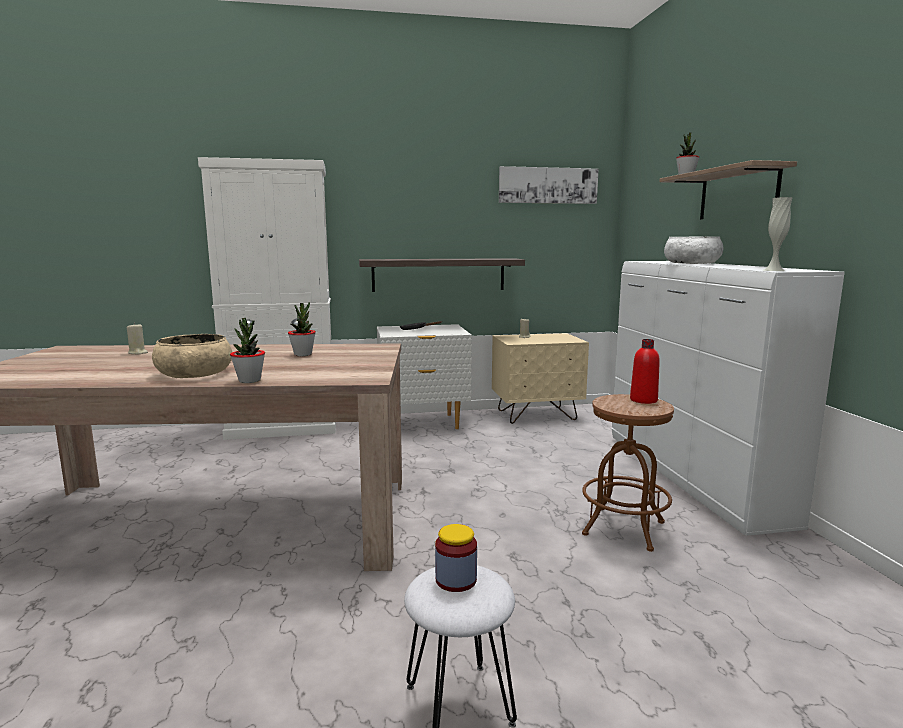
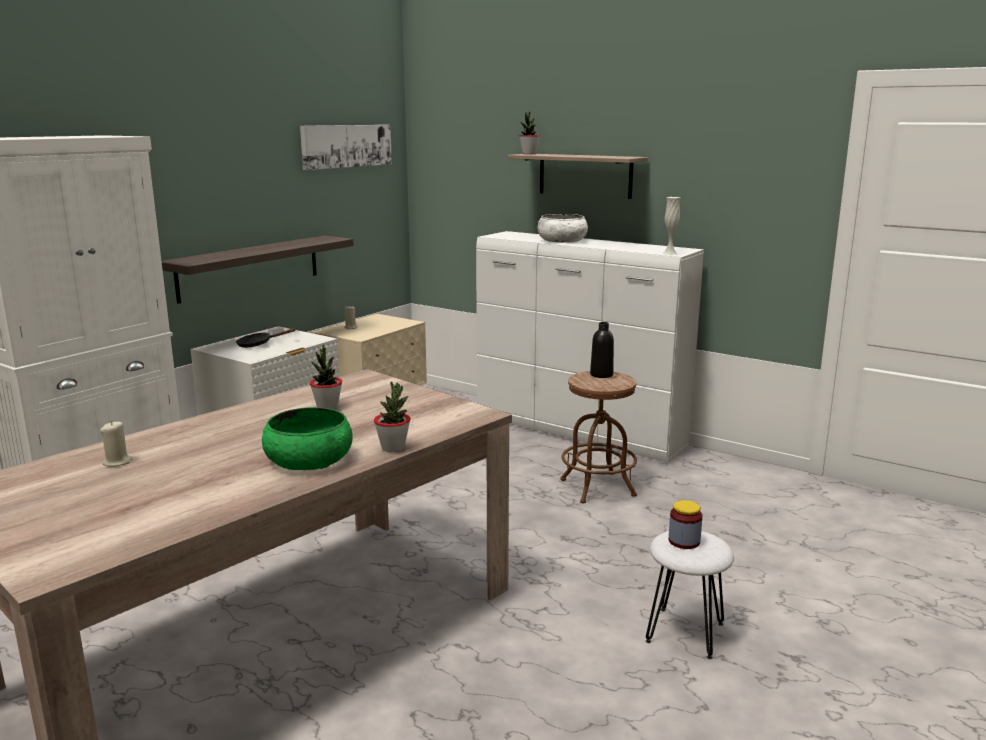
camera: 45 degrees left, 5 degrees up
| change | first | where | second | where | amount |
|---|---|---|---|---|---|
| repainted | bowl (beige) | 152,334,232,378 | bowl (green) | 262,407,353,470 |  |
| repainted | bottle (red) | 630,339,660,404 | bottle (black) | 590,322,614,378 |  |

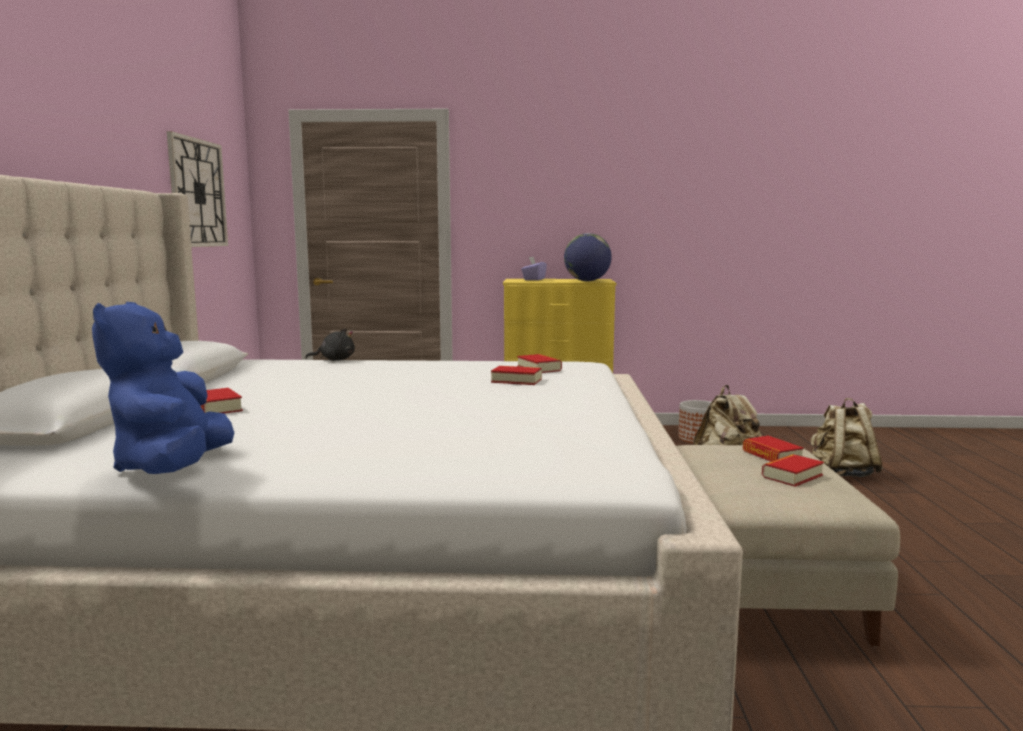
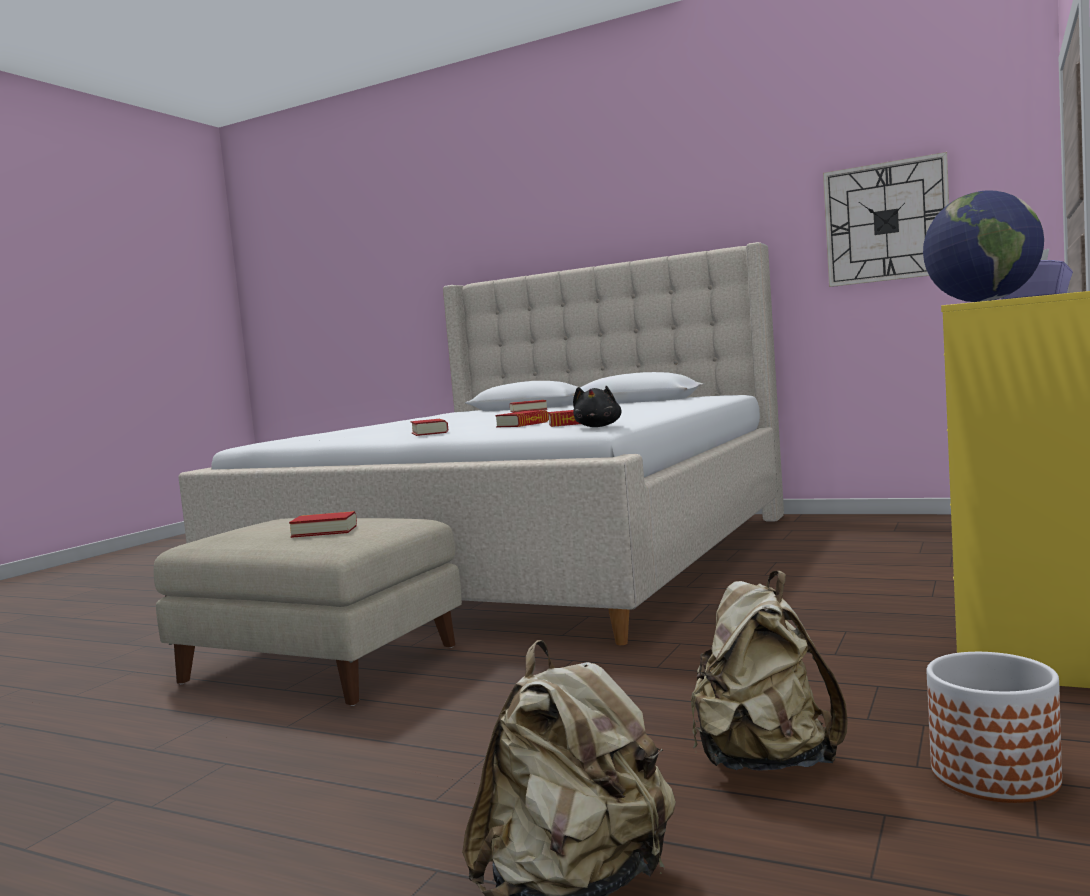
camera: 115 degrees right, 5 degrees down
| change | first | where | second | where | amount |
|---|---|---|---|---|---|
| gone | plush toy (blue) | 92,302,234,474 |  |  |  |
| shifted | plush toy (black) | 305,329,355,361 |  | 573,386,622,427 |  |
| shifted | book | 762,454,824,487 |  | 411,419,448,436 |  |

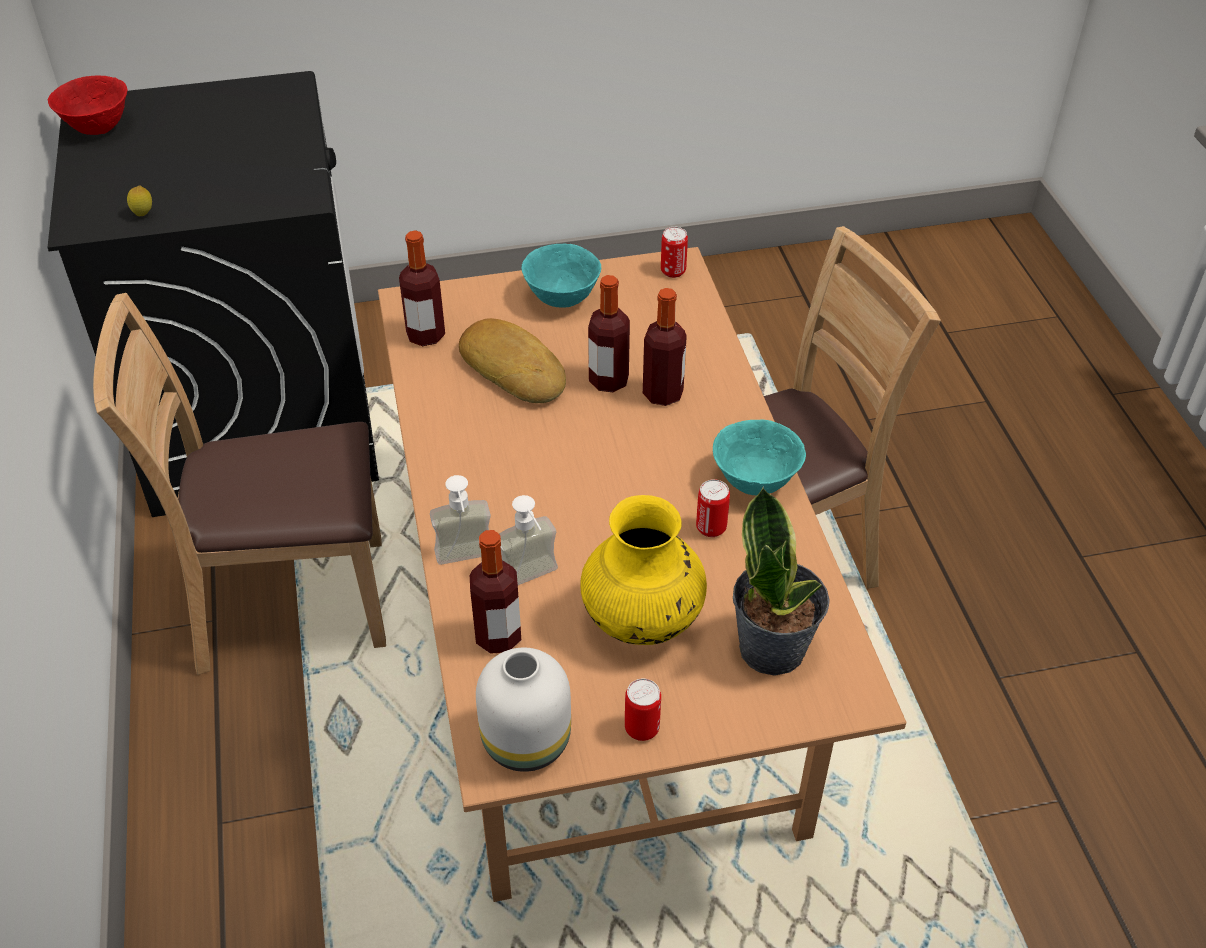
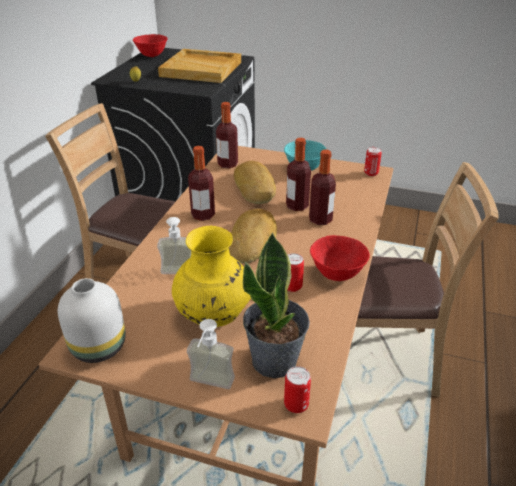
camera: 30 degrees right, 10 degrees down
| change | first | where | second | where | amount |
|---|---|---|---|---|---|
| repainted | bowl (turquoise) | 713,420,806,495 | bowl (red) | 310,235,370,281 |  |
| shifted | soap dispenser | 430,475,491,565 |  | 187,319,235,389 |  |
| shifted | bottle | 470,530,521,654 |  | 188,146,215,221 |  |
| shifted | can | 625,679,661,741 |  | 284,366,311,413 |  |
| new |  |  | tray (beige) | 158,49,241,83 |  |
| new |  |  | bread | 229,209,277,263 |  |

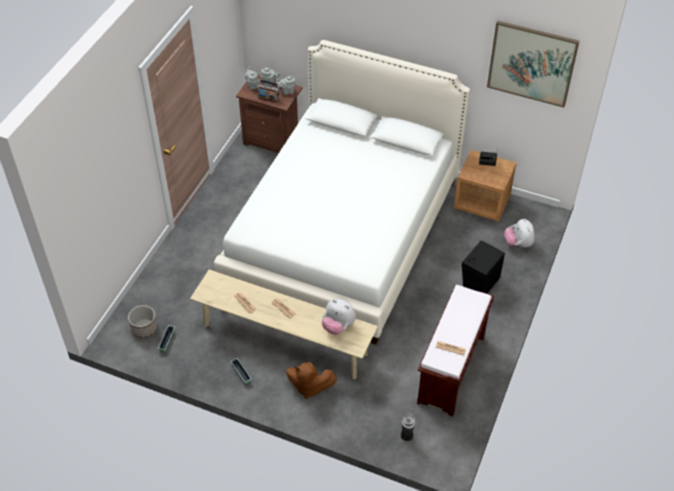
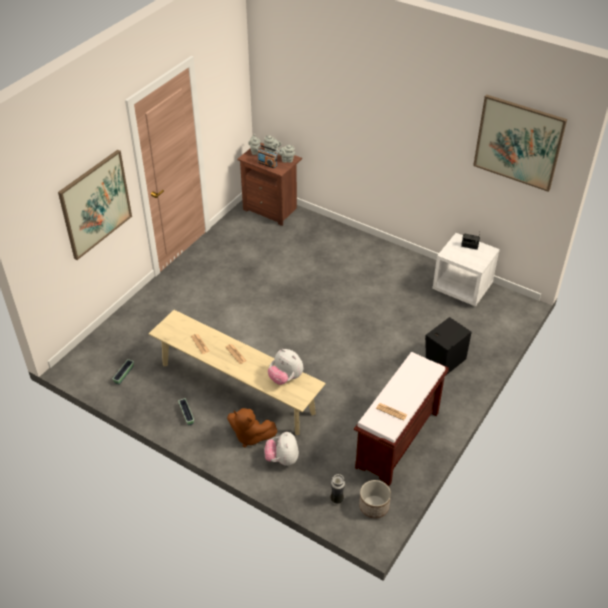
camera: 10 degrees right, 5 degrees down
| change | first | where | second | where | amount |
|---|---|---|---|---|---|
| gone | bed (white) | 214,40,470,345 |  |  |  |
| repainted | nightstand (brown) | 454,150,517,221 | nightstand (white) | 432,233,500,306 |  |
| shifted | plush toy | 504,218,535,247 |  | 265,432,299,466 |  |
| shifted | planter | 128,305,158,338 |  | 359,480,391,518 |  |
| new |  |  | picture | 58,150,132,260 |  |

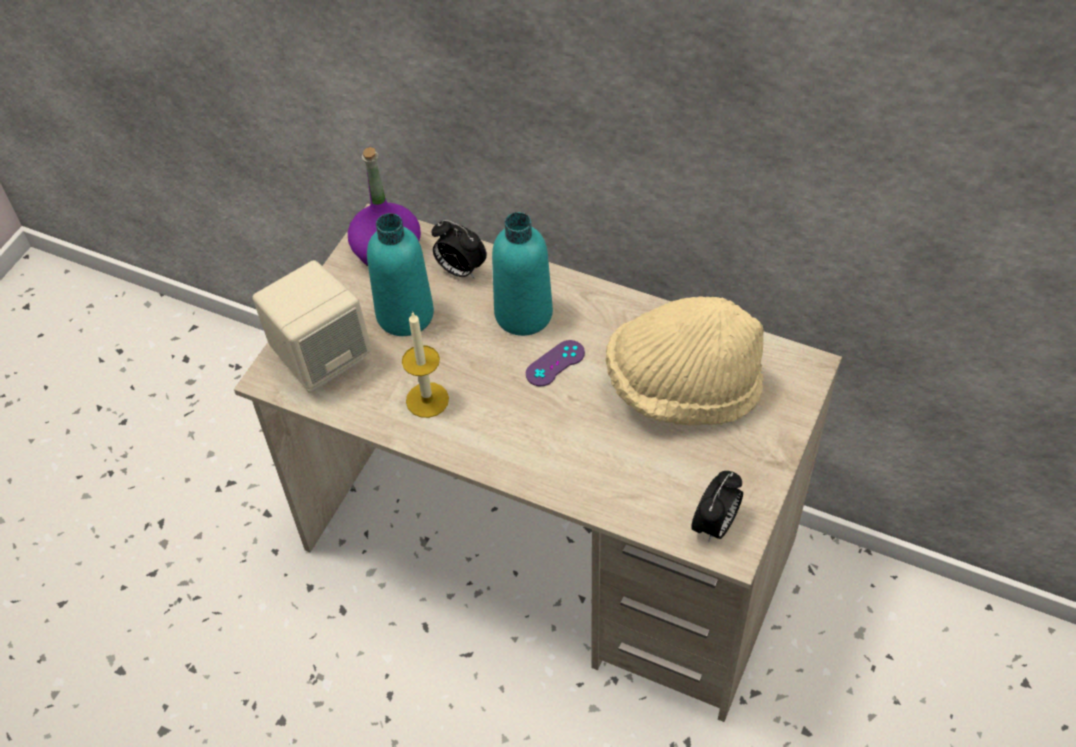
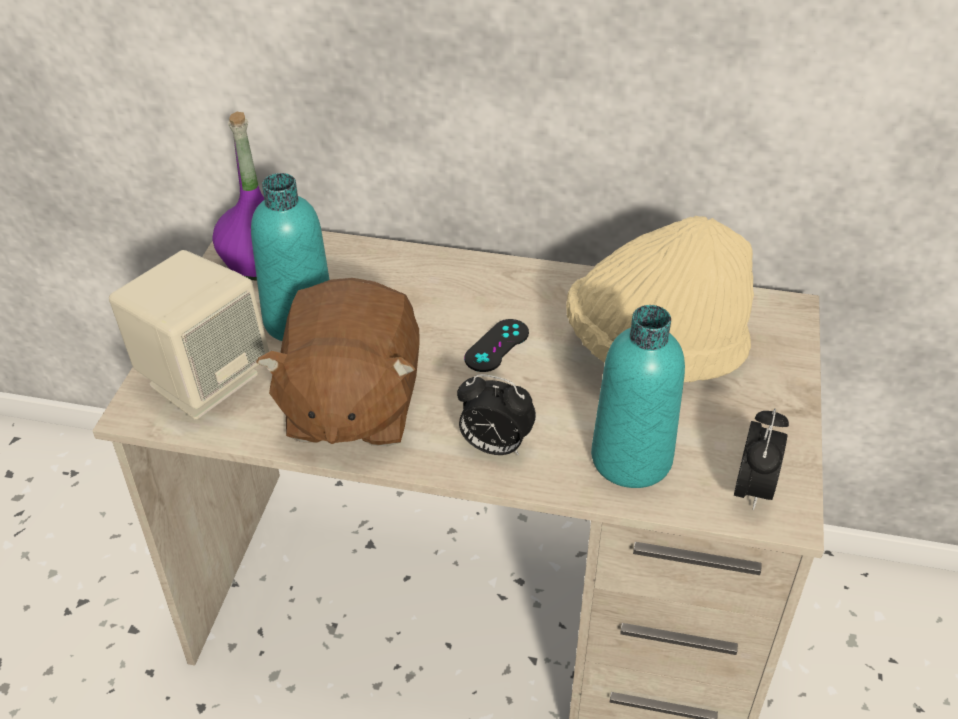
camera: 15 degrees left, 10 degrees down
| change | first | where | second | where | amount |
|---|---|---|---|---|---|
| shifted | bottle (turquoise) | 492,212,553,336 |  | 591,305,685,488 |  |
| shifted | alarm clock | 432,220,487,279 |  | 457,374,536,455 |  |
| swapped | candle | 402,311,449,418 | plush toy (brown) | 256,278,420,446 |  |
| repainted | game controller (purple) | 525,340,585,386 | game controller (black) | 464,319,529,372 |  |

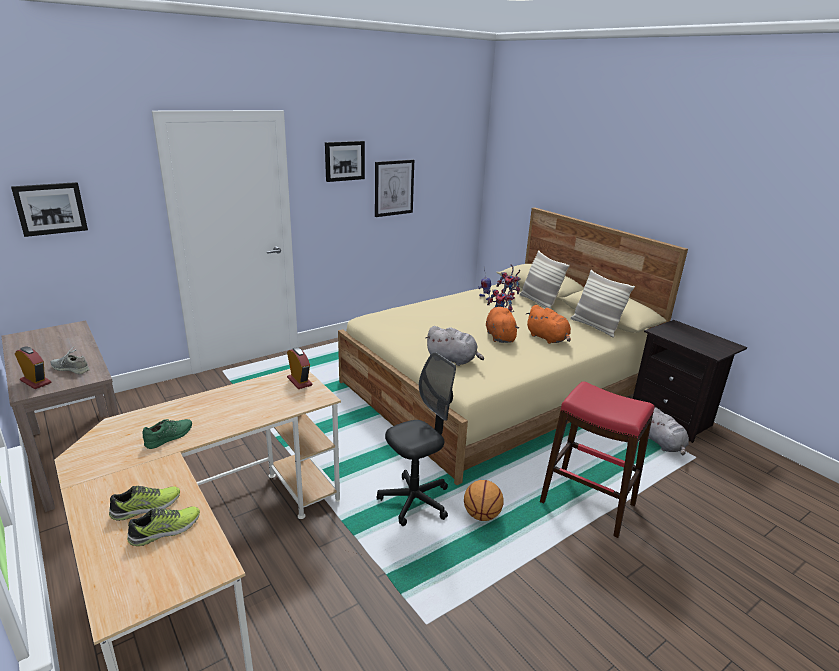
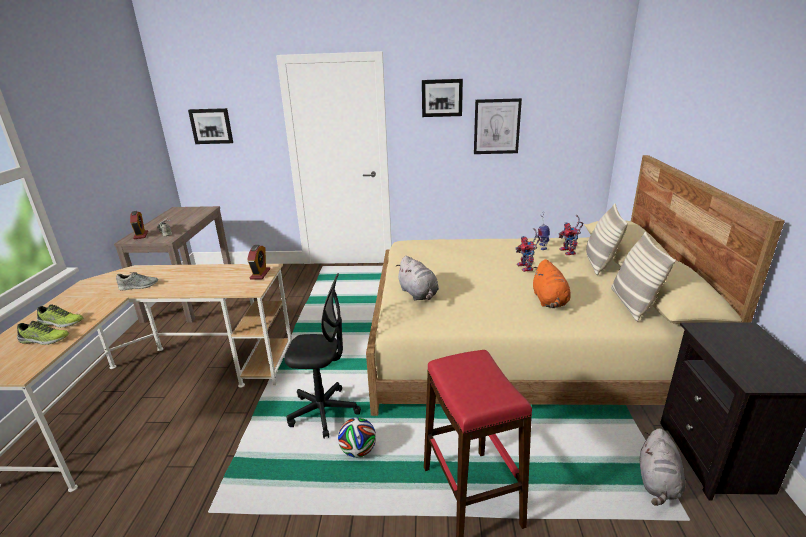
camera: 40 degrees right, 0 degrees up
| change | first | where | second | where | amount |
|---|---|---|---|---|---|
| gone | plush toy (orange) | 486,307,519,343 |  |  |  |
| repainted | shoe (green) | 142,419,192,449 | shoe (grey) | 116,272,158,290 |  |
| swapped | basketball | 464,480,504,521 | football | 338,417,376,458 |  |

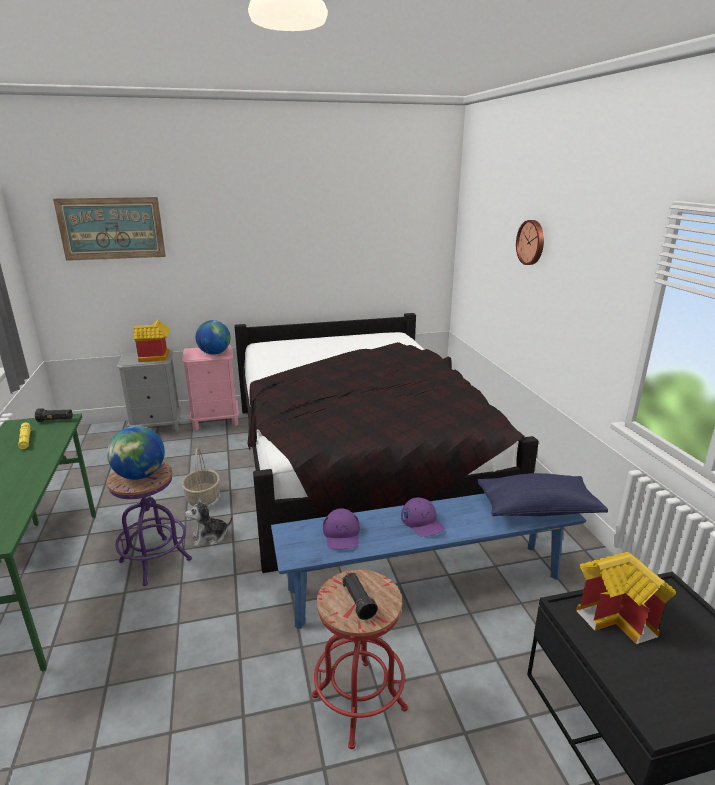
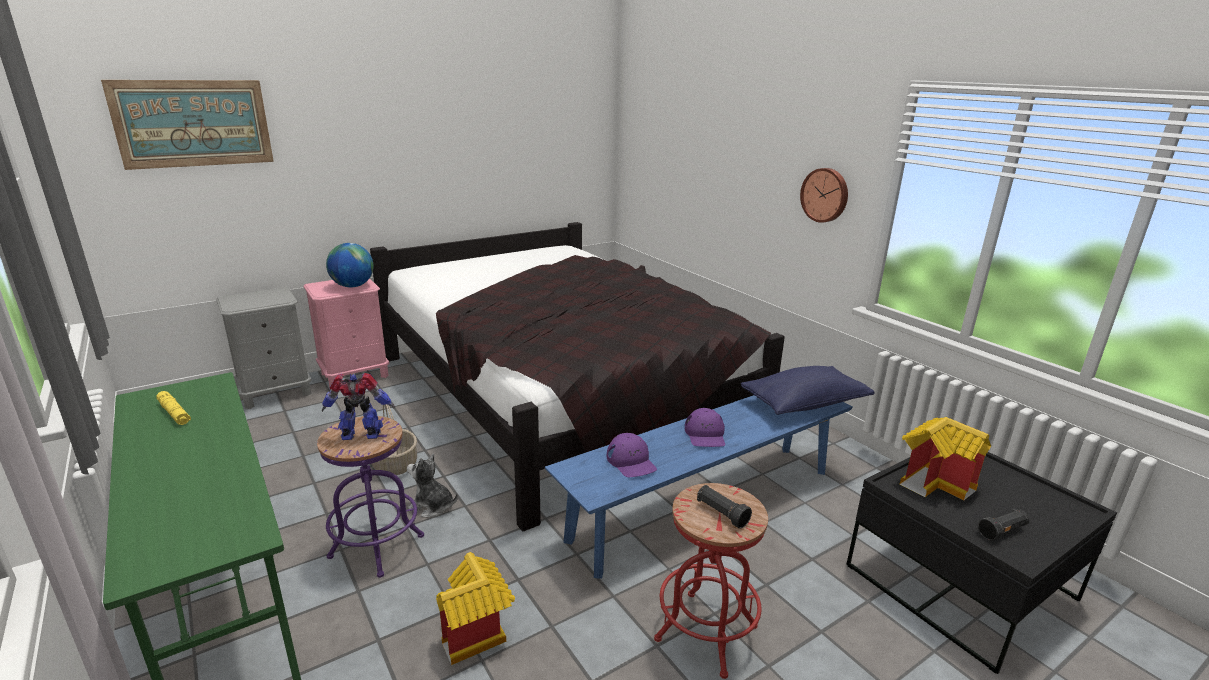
camera: 20 degrees left, 0 degrees up
| change | first | where | second | where | amount |
|---|---|---|---|---|---|
| shifted | wall clock | 516,220,544,265 |  | 800,168,848,223 |  |
| shifted | toy house | 134,320,170,362 |  | 436,552,515,665 |  |
| shifted | flashlight (black) | 35,408,73,422 |  | 978,509,1029,540 |  |
| swapped | globe | 107,426,165,480 | toy robot | 322,373,395,440 |  |
| rotated | plush toy | 185,498,233,547 |  | 407,453,458,518 | 60 degrees clockwise |
| rotated | cap (purple) | 401,498,445,537 |  | 685,408,725,447 | 45 degrees clockwise |

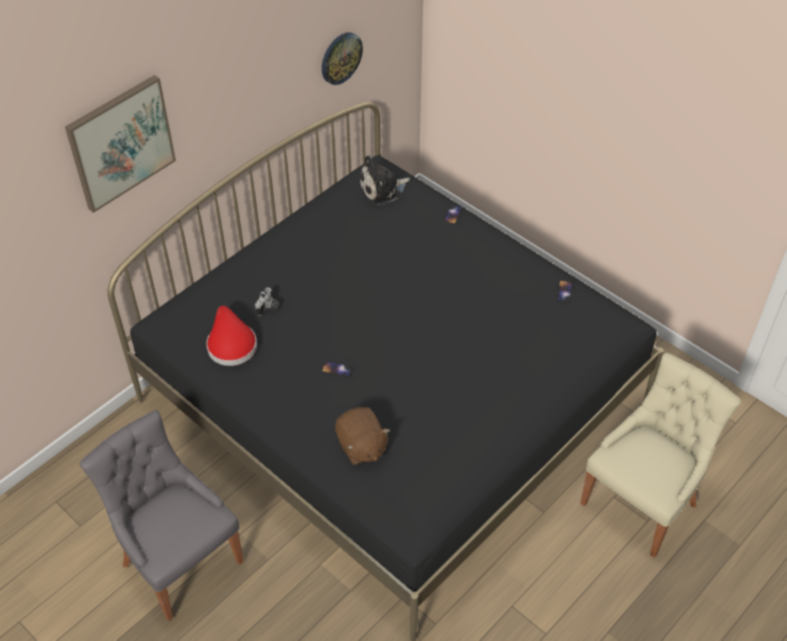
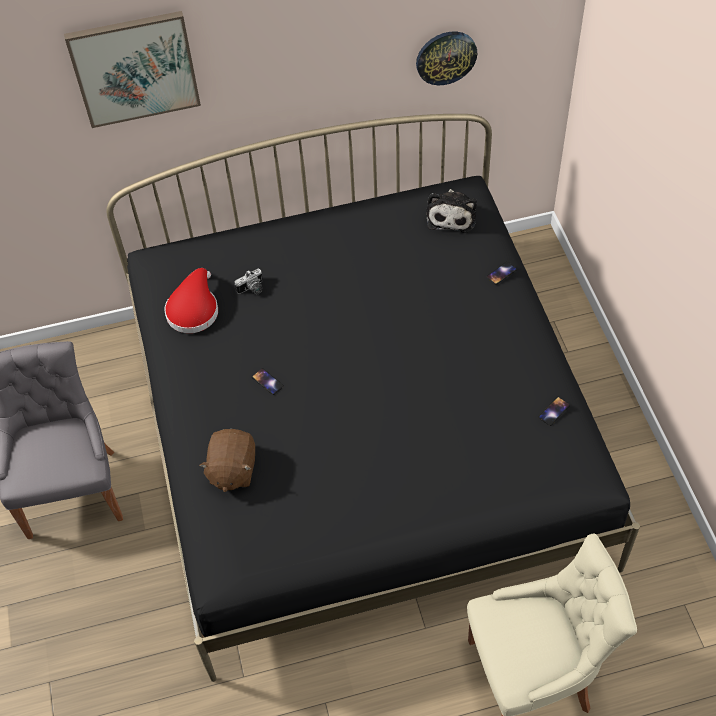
camera: 35 degrees right, 5 degrees up
| change | first | where | second | where | amount |
|---|---|---|---|---|---|
| rotated | plush toy | 358,155,410,205 |  | 426,189,477,233 | 90 degrees counterclockwise |

